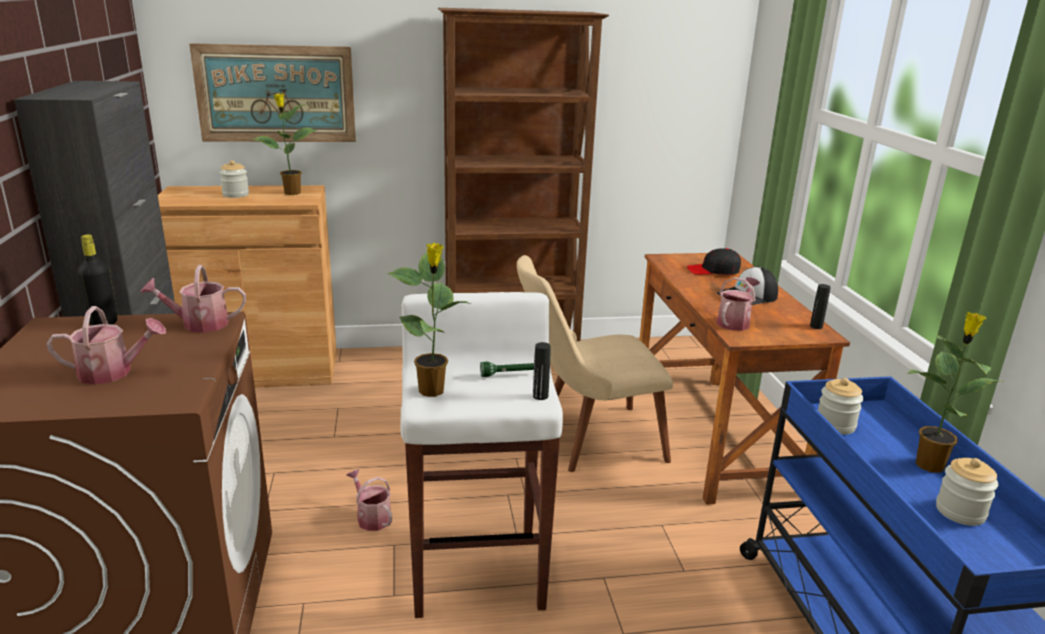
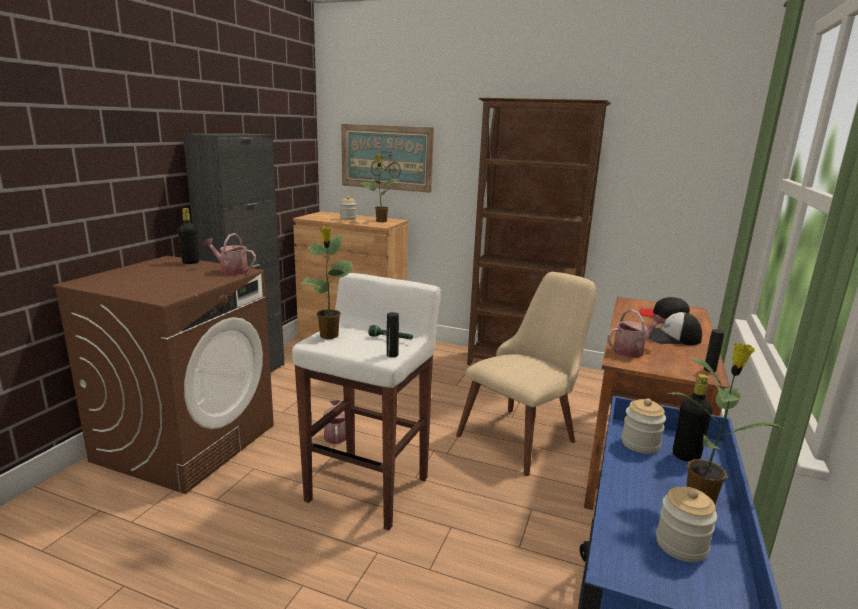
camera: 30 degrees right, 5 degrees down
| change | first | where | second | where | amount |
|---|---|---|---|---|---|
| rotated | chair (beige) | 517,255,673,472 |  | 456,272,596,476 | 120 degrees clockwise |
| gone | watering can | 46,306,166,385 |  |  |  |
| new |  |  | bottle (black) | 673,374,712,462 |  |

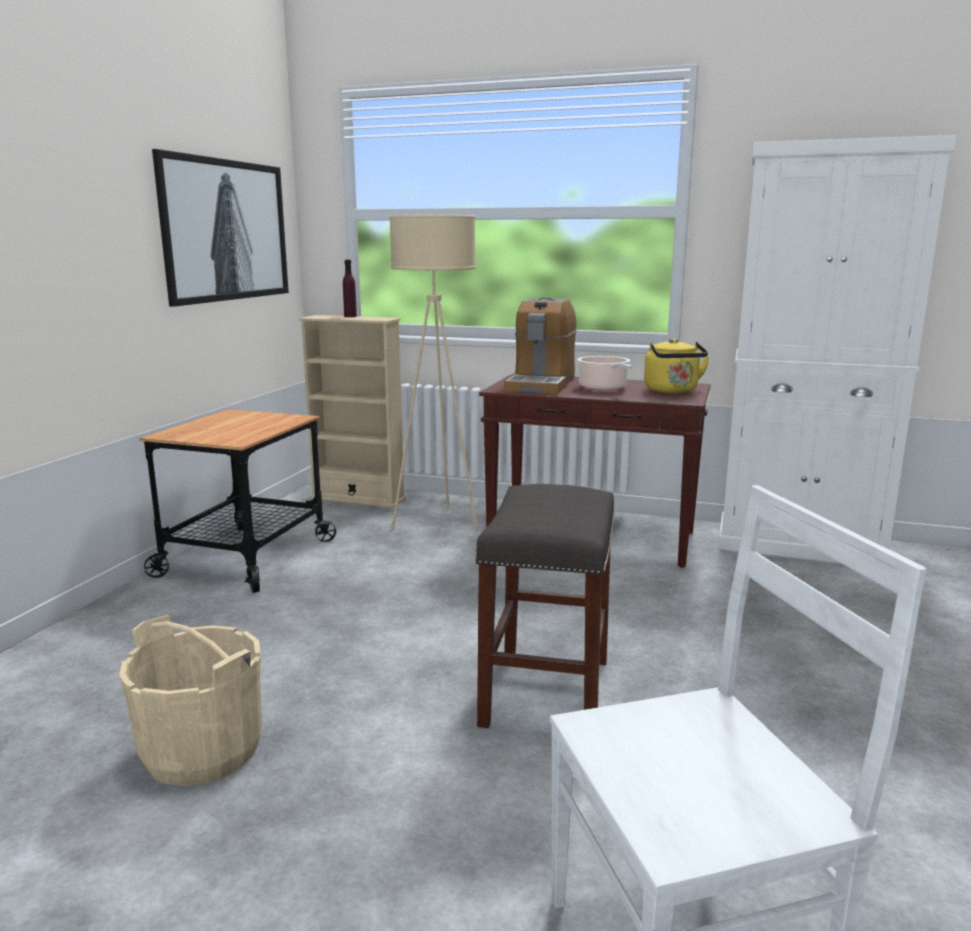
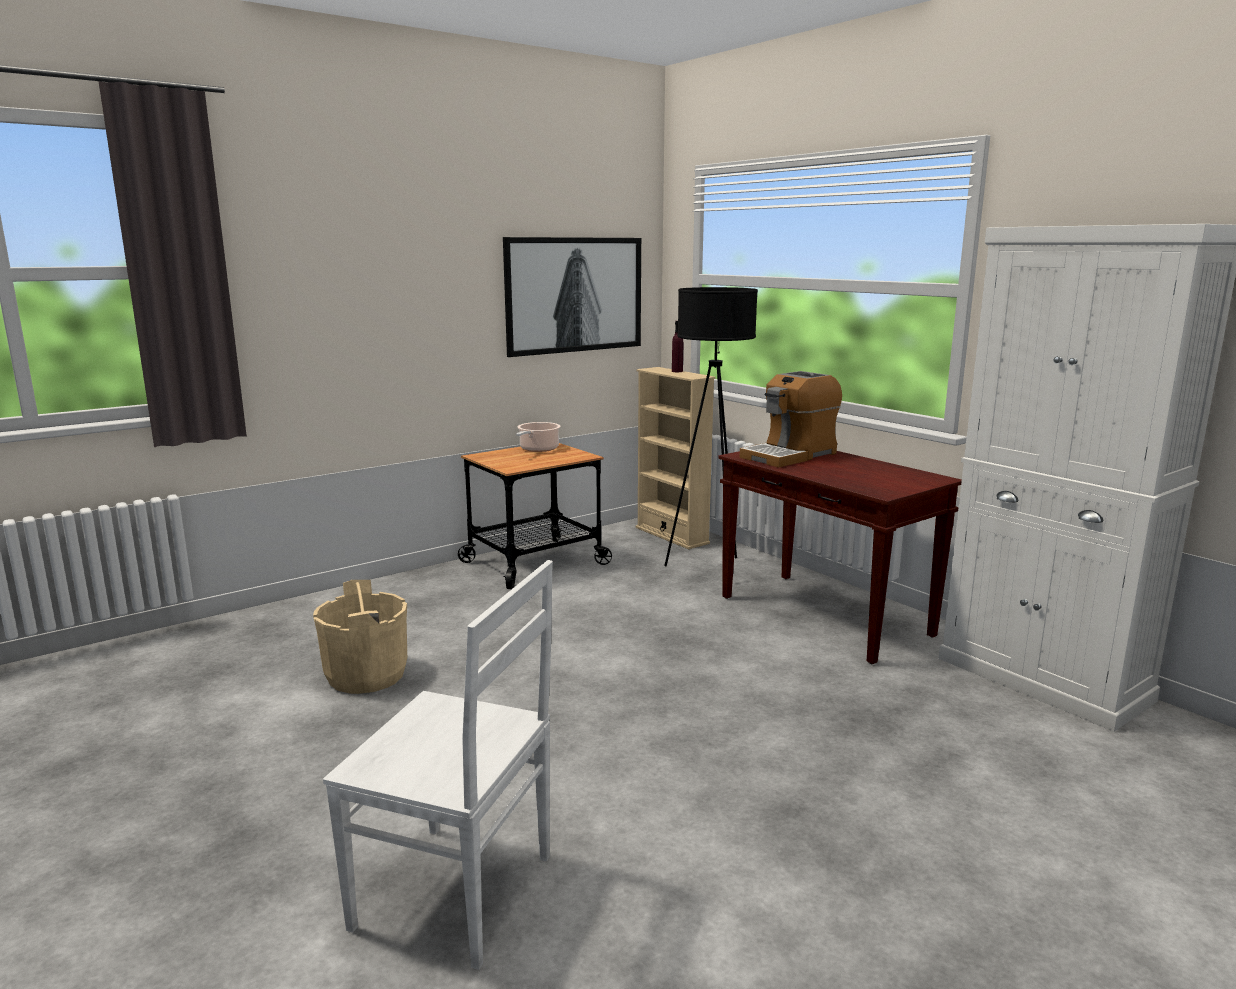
camera: 35 degrees right, 0 degrees up
| change | first | where | second | where | amount |
|---|---|---|---|---|---|
| repainted | floor lamp (beige) | 389,215,478,531 | floor lamp (black) | 664,287,758,566 |  |
| gone | kettle (yellow) | 644,338,710,394 |  |  |  |
| shifted | cooking pot | 577,356,632,391 |  | 516,422,561,452 |  |
| gone | stool (grey) | 475,484,615,728 |  |  |  |

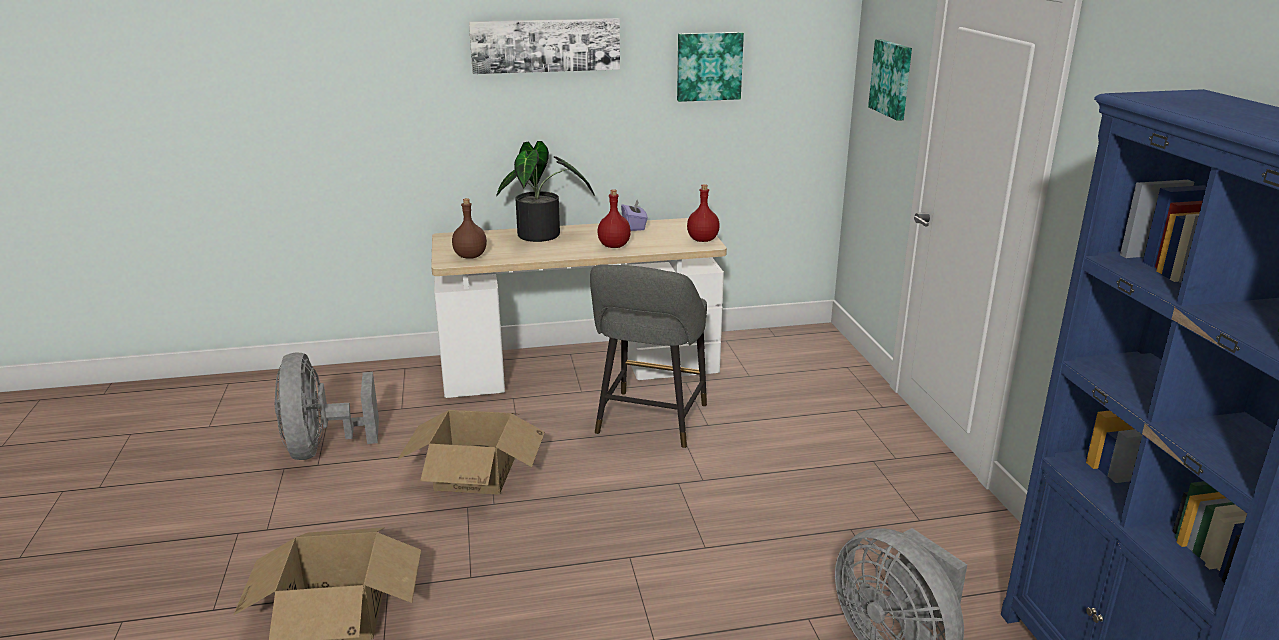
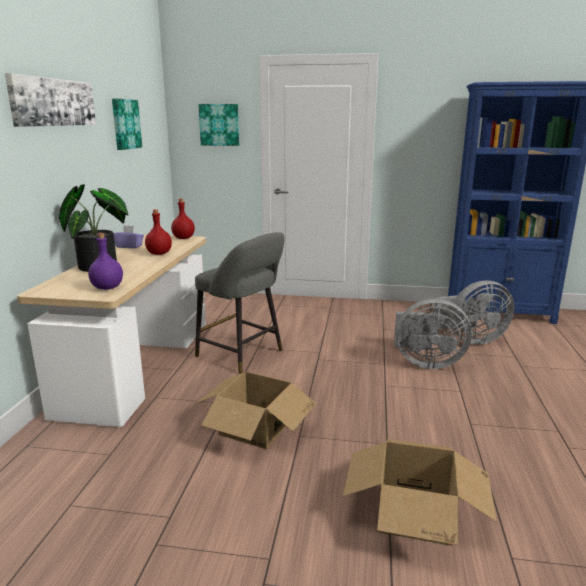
camera: 70 degrees left, 5 degrees down
| change | first | where | second | where | amount |
|---|---|---|---|---|---|
| repainted | bottle (brown) | 452,198,487,259 | bottle (purple) | 88,233,123,290 |  |
| shifted | fan (grey) | 274,353,379,460 |  | 394,299,472,369 |  |

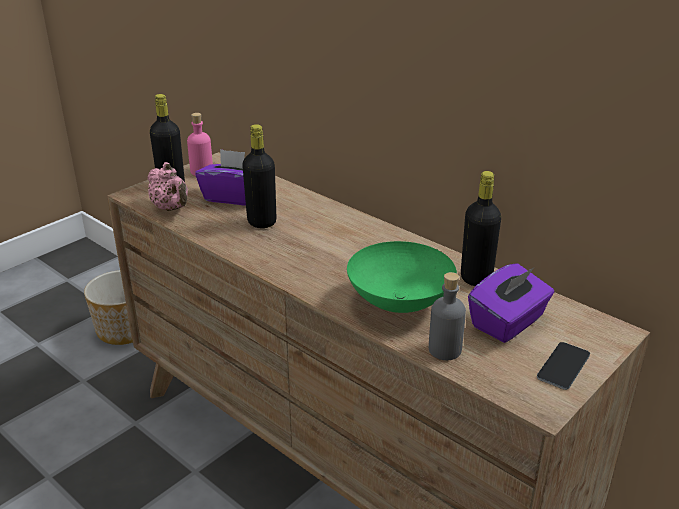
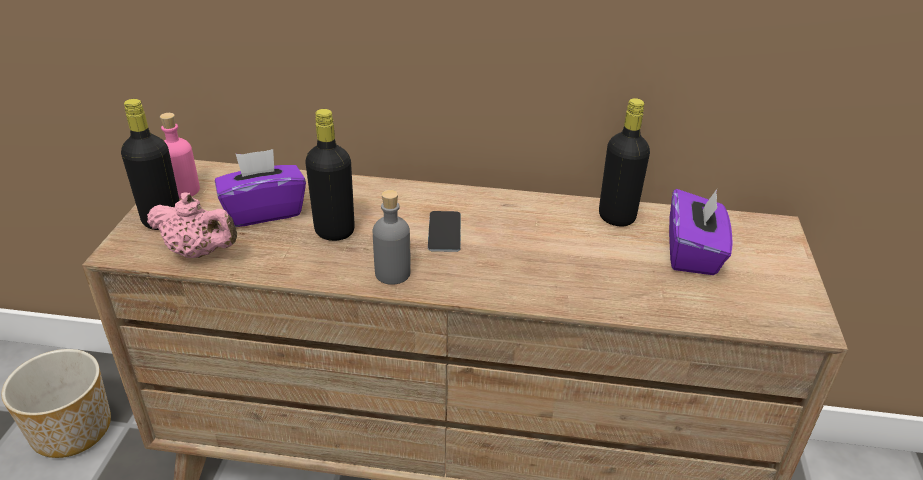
camera: 35 degrees left, 5 degrees up
| change | first | where | second | where | amount |
|---|---|---|---|---|---|
| gone | bowl (green) | 347,241,457,313 |  |  |  |
| shifted | bottle (grey) | 429,272,466,360 |  | 373,190,411,285 |  |
| shifted | phone | 537,342,590,390 |  | 428,211,461,252 |  |

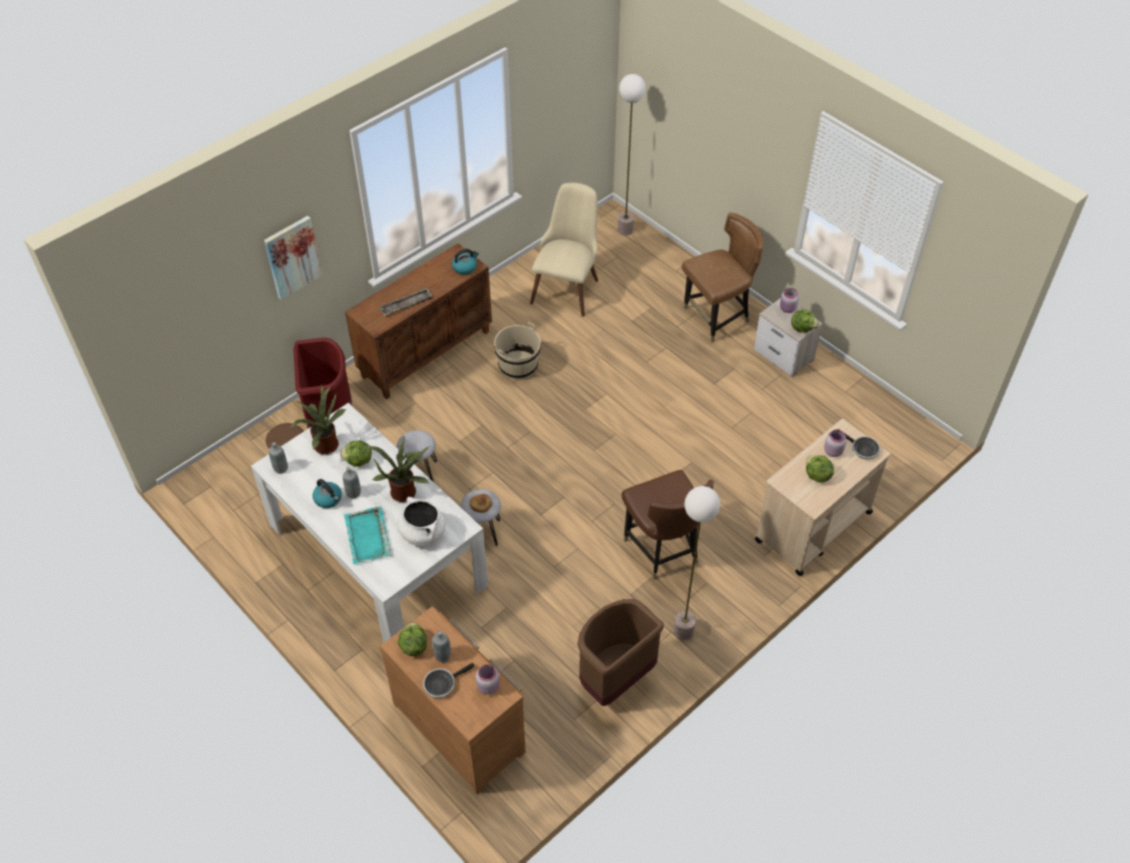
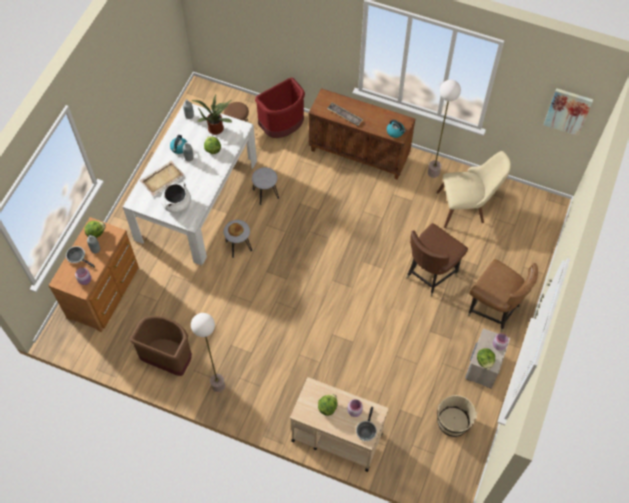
camera: 65 degrees right, 10 degrees up
| change | first | where | second | where | amount |
|---|---|---|---|---|---|
| shifted | floor lamp | 618,74,646,236 |  | 428,80,461,178 |  |
| shifted | picture | 264,216,323,300 |  | 543,88,593,136 |  |
| shifted | bucket (beige) | 494,322,541,380 |  | 437,395,477,437 |  |
| gone | potted plant | 364,437,430,502 |  |  |  |
| shifted | chair (brown) | 622,470,714,580 |  | 406,223,468,297 |  |
| repainted | tray (turquoise) | 343,506,392,564 | tray (beige) | 140,160,185,196 |  |

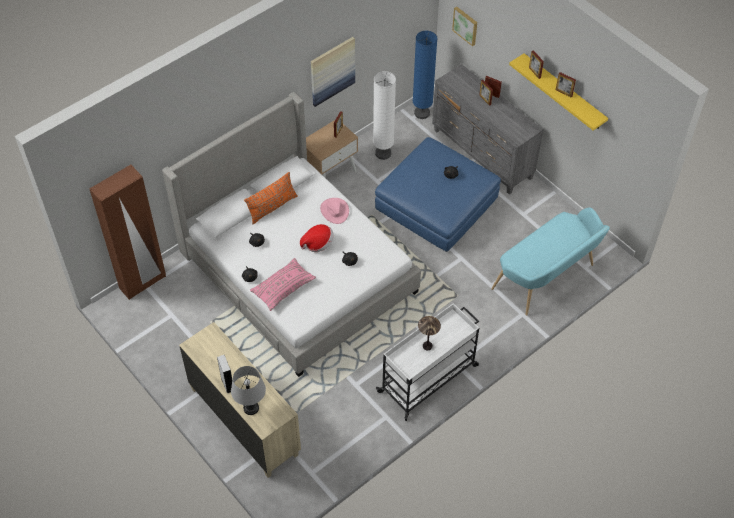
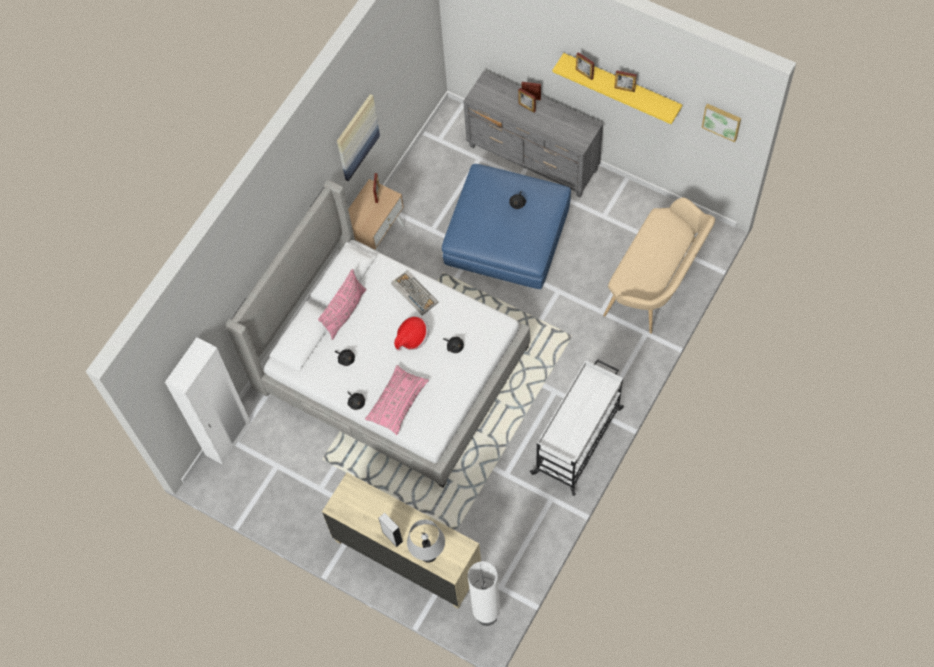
camera: 15 degrees left, 10 degrees up
| change | first | where | second | where | amount |
|---|---|---|---|---|---|
| shifted | picture | 452,7,477,46 |  | 701,104,741,142 |  |
| gone | floor lamp (blue) | 413,30,438,119 |  |  |  |
| shifted | floor lamp (white) | 373,71,396,160 |  | 468,561,500,626 |  |
| repainted | wardrobe (brown) | 89,165,166,300 | wardrobe (white) | 165,337,251,465 |  |
| repainted | pillow (orange) | 244,172,298,224 | pillow (pink) | 318,269,367,340 |  |
| swapped | hat (pink) | 320,198,349,224 | keyboard | 391,270,439,315 |  |
| repainted | bench (turquoise) | 491,207,610,316 | bench (beige) | 603,198,715,334 |  |
| gone | table lamp | 418,316,441,350 |  |  |  |

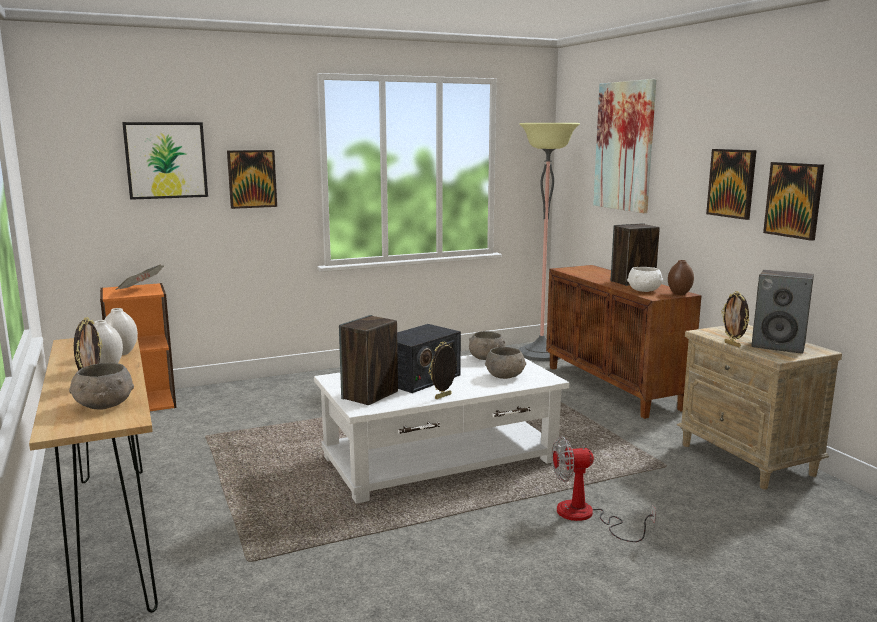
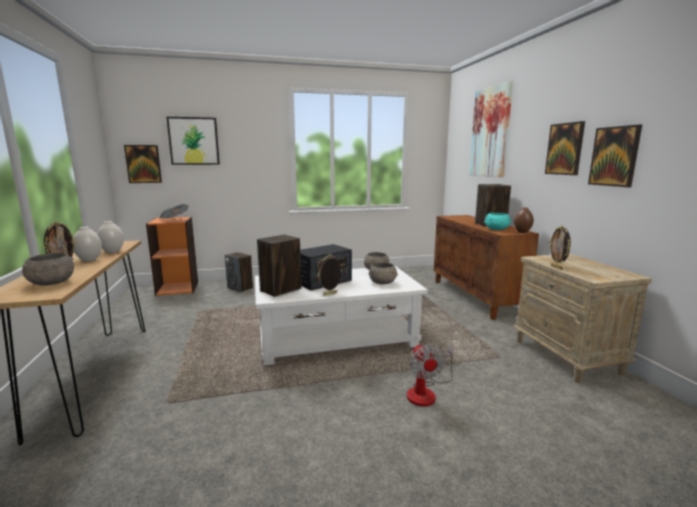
camera: 10 degrees right, 0 degrees up
| change | first | where | second | where | amount |
|---|---|---|---|---|---|
| gone | floor lamp | 519,123,580,361 |  |  |  |
| shifted | picture | 227,150,277,209 |  | 124,145,162,183 |  |
| repainted | bowl (white) | 627,267,663,292 | bowl (turquoise) | 484,213,511,230 |  |
| shifted | speaker | 752,270,814,354 |  | 225,252,253,292 |  |
| rotated | fan | 552,436,656,542 |  | 407,343,453,406 | 105 degrees counterclockwise |

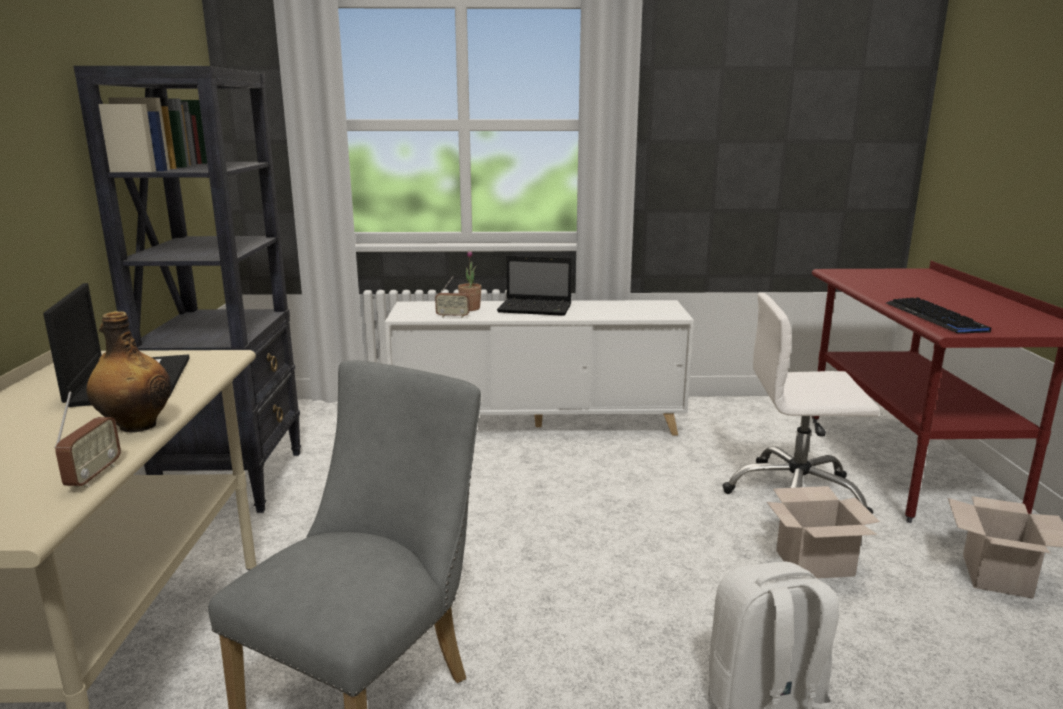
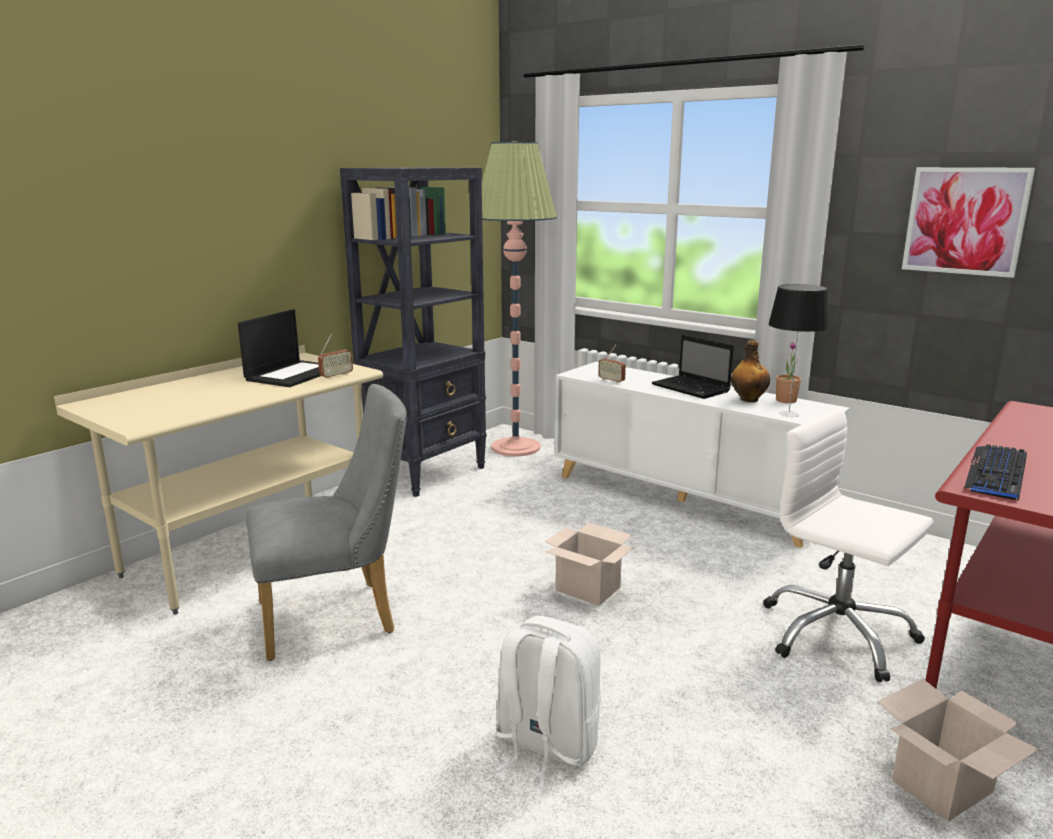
camera: 40 degrees right, 0 degrees up
| change | first | where | second | where | amount |
|---|---|---|---|---|---|
| shifted | potted plant | 458,250,482,311 |  | 776,342,801,403 |  |
| shifted | bottle | 86,311,171,433 |  | 731,340,770,402 |  |
| shifted | radio | 54,391,121,488 |  | 318,333,353,379 |  |
| shifted | cardboard box | 767,486,880,579 |  | 545,523,635,606 |  |
| new |  |  | floor lamp | 482,141,557,456 |  |
| new |  |  | picture | 902,167,1035,278 |  |
| new |  |  | table lamp | 768,284,829,417 |  |

